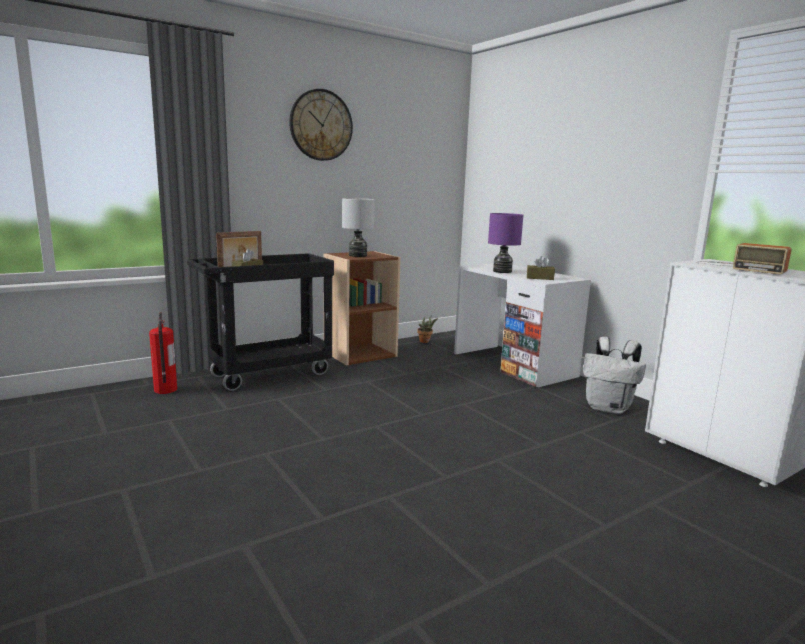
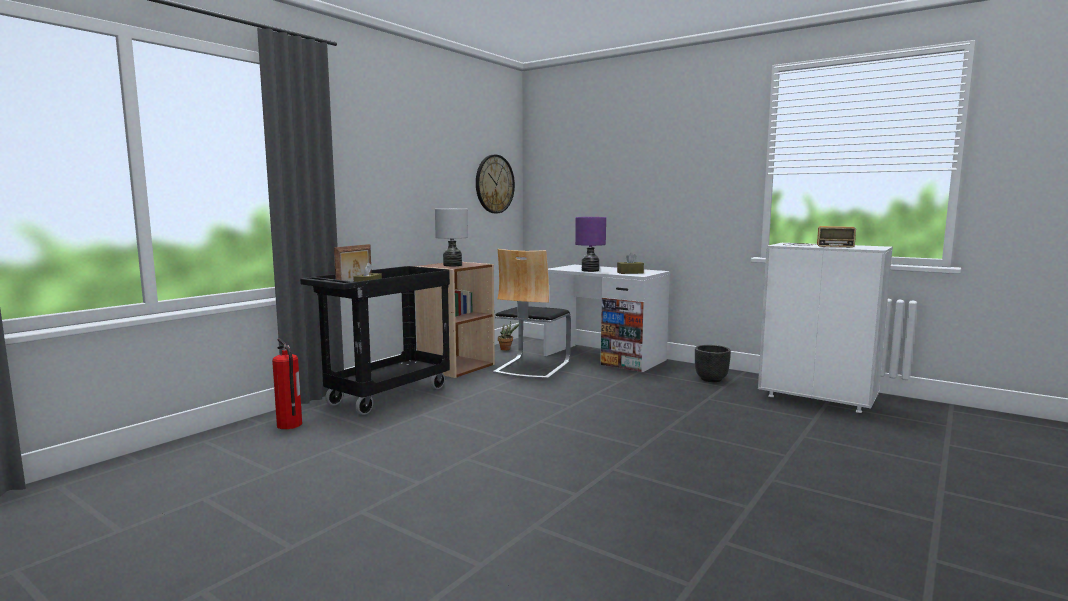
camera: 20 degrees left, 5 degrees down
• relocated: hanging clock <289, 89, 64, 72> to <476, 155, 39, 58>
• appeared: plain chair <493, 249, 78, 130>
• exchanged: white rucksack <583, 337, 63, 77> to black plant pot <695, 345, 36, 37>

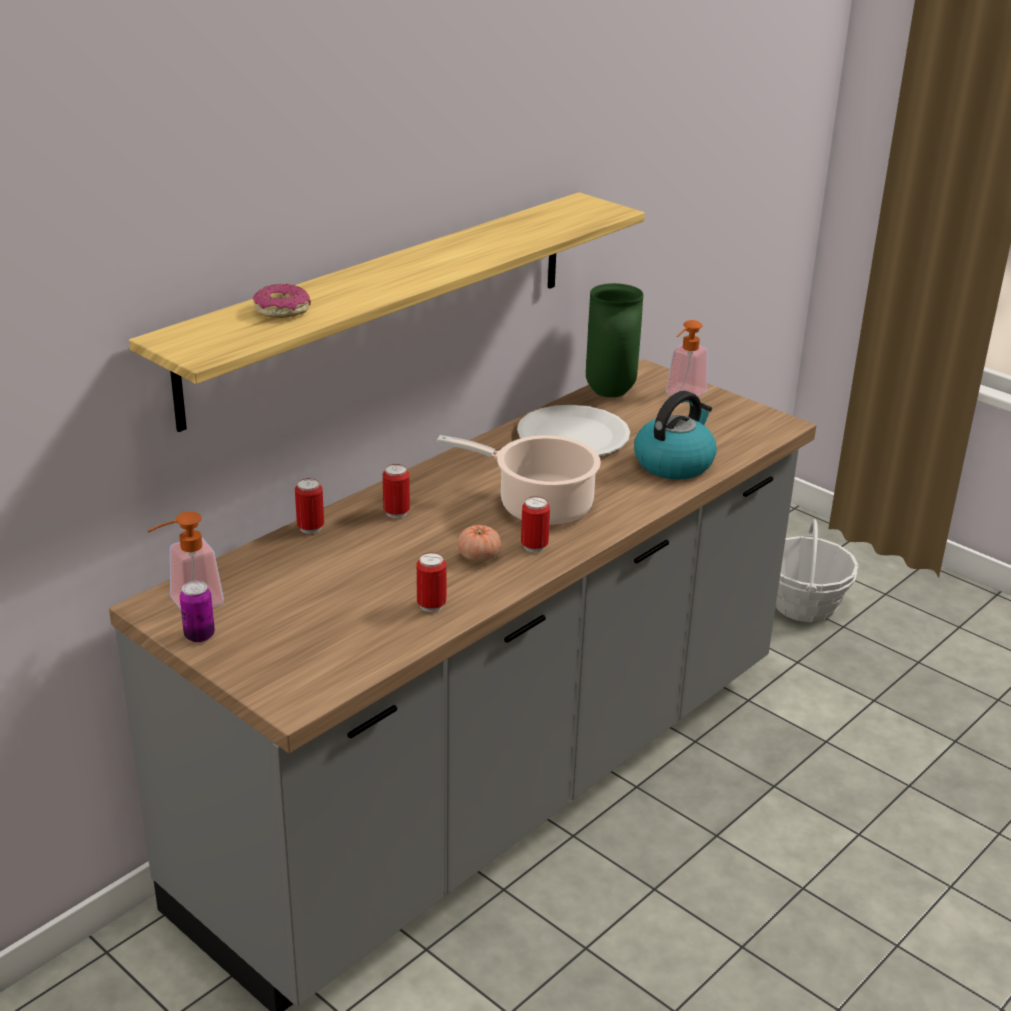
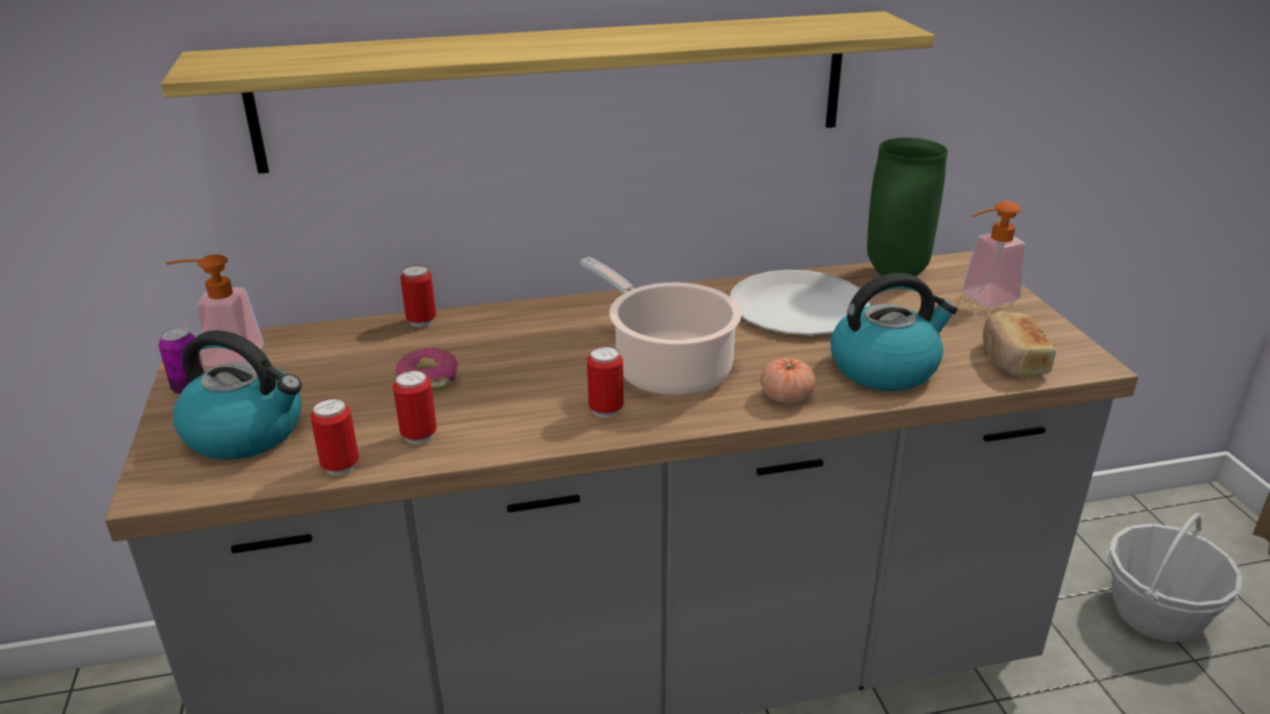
camera: 35 degrees right, 0 degrees up
• appeared: water kettle <173, 330, 129, 130>
• relocated: metal can <383, 464, 27, 54> to <310, 398, 49, 77>
• relocated: ring doughnut <253, 284, 58, 34> to <396, 348, 62, 42>
• relocated: fresh tomato <457, 525, 44, 37> to <760, 358, 56, 45>
• appeared: bread <983, 311, 73, 67>

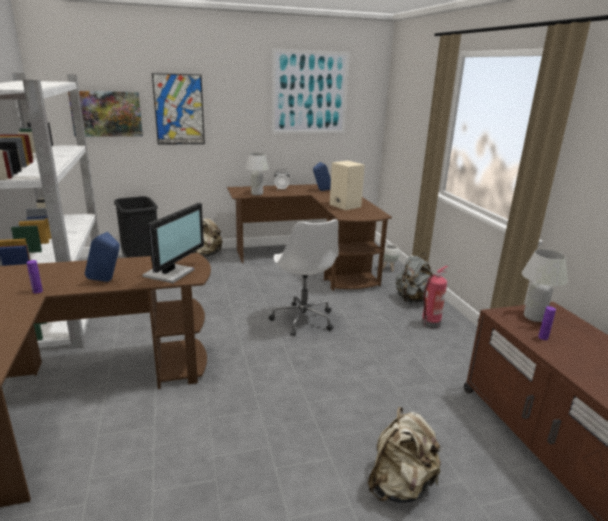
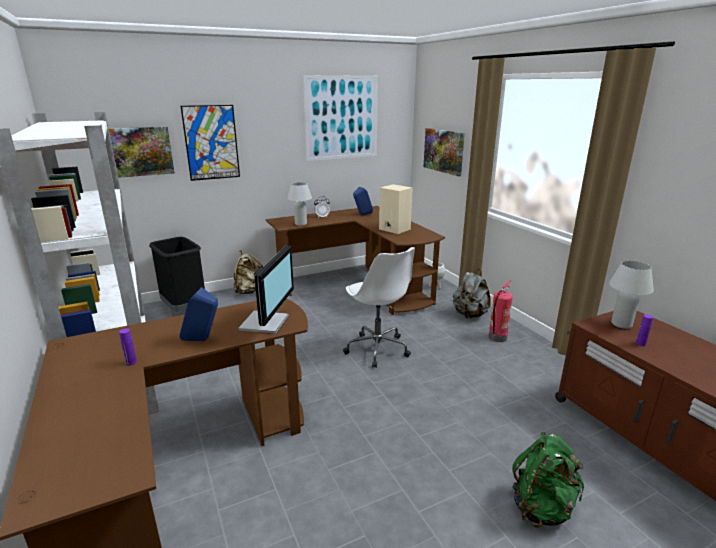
camera: 10 degrees left, 0 degrees up
• appeared: wall art <424, 128, 41, 48>
• colour: beige-coloured rucksack <368, 407, 75, 96> to greenish rucksack <512, 432, 72, 95>

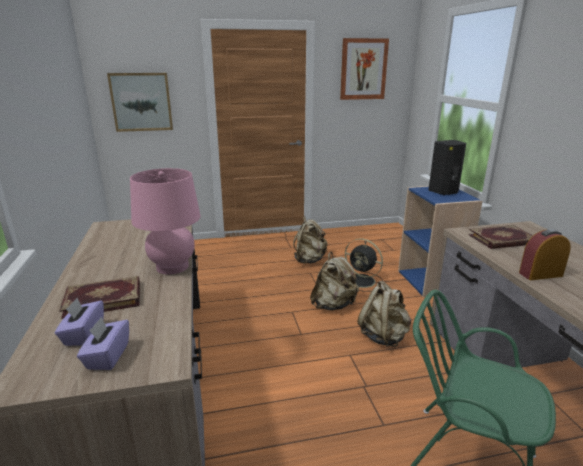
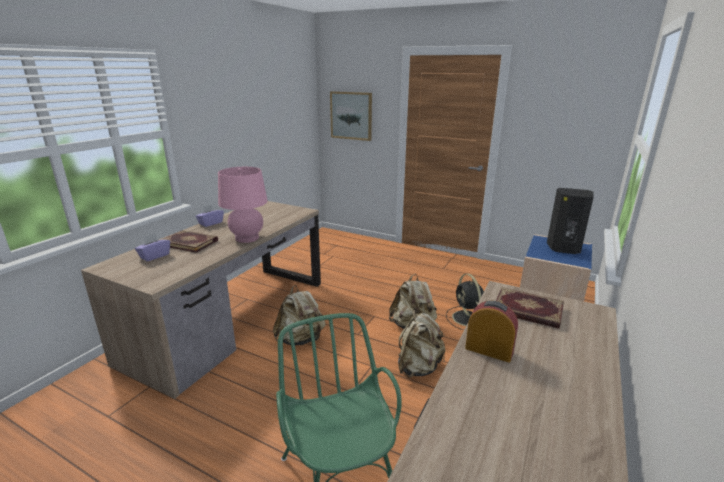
camera: 40 degrees right, 0 degrees up
• relocated: purple tissue box <77, 317, 52, 53> to <196, 205, 28, 22>
• relocated: beige-coloured rucksack <293, 216, 35, 48> to <273, 285, 53, 60>
• missing: wall art <340, 38, 49, 62>

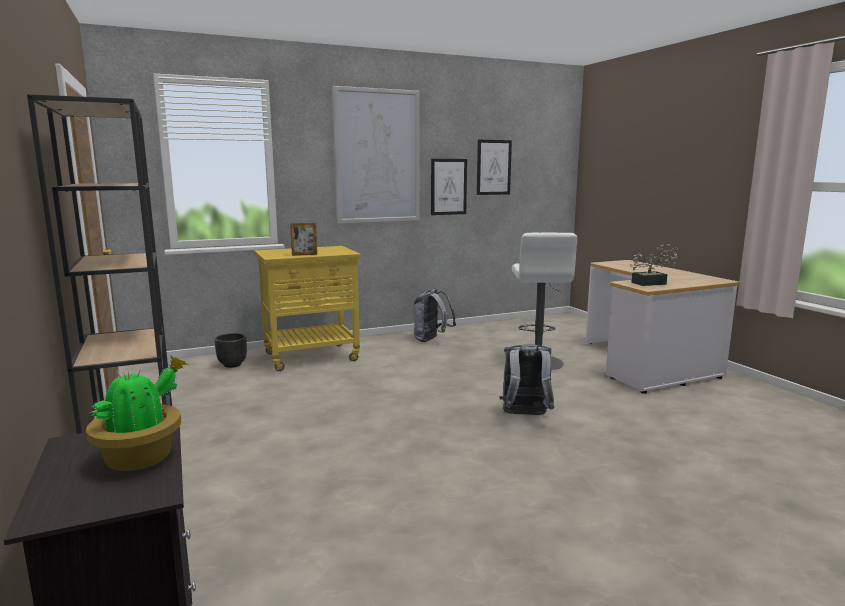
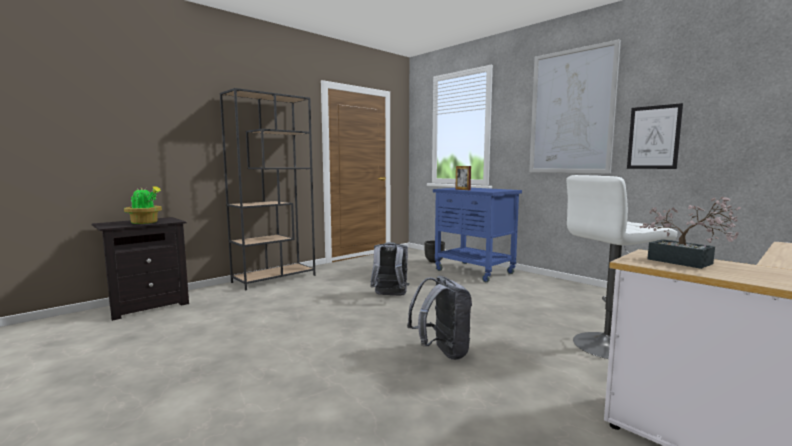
camera: 70 degrees right, 5 degrees down
• relocated: gray rucksack <413, 288, 43, 54> to <370, 242, 39, 54>
• colour: yellow-coloured cart <255, 246, 106, 125> to bluish cart <433, 188, 89, 94>
• missing: wall art <477, 140, 35, 55>

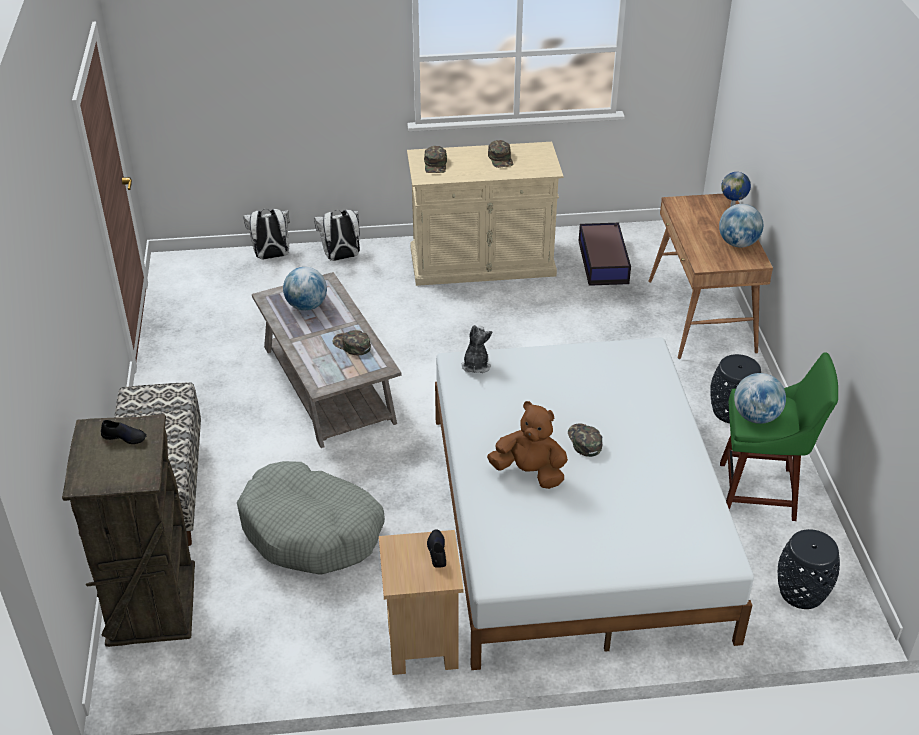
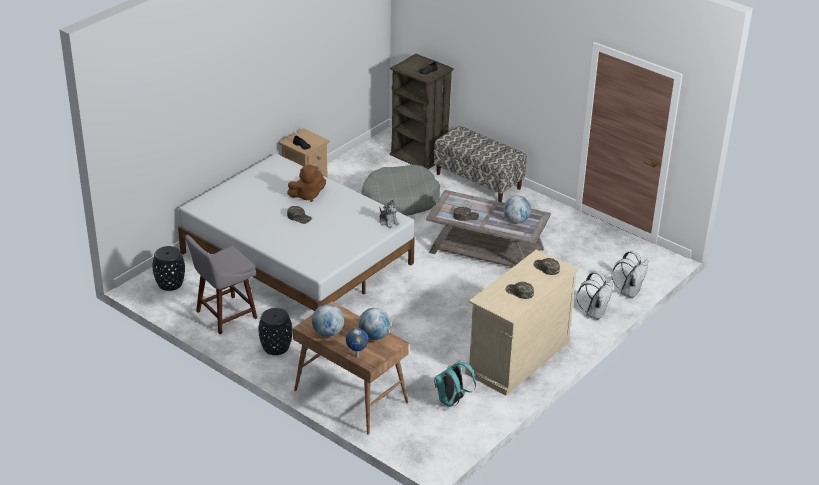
camera: 135 degrees right, 5 degrees down
• colour: greenish stool seat <720, 352, 118, 169> to gray stool seat <185, 235, 72, 99>
• relocated: world globe <734, 373, 52, 51> to <358, 308, 33, 32>
• exchanged: storage bin <579, 223, 52, 63> to turquoise rucksack <434, 361, 42, 46>

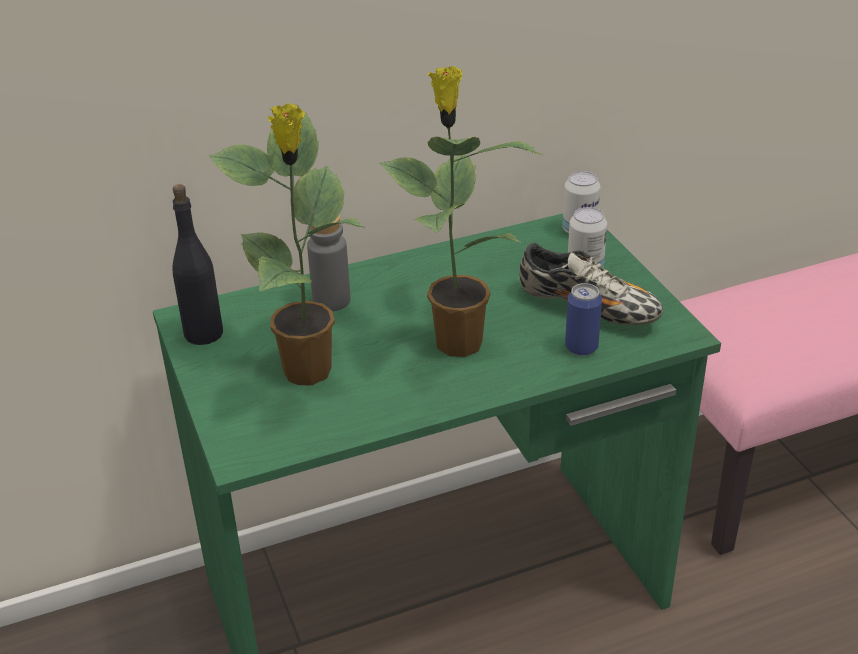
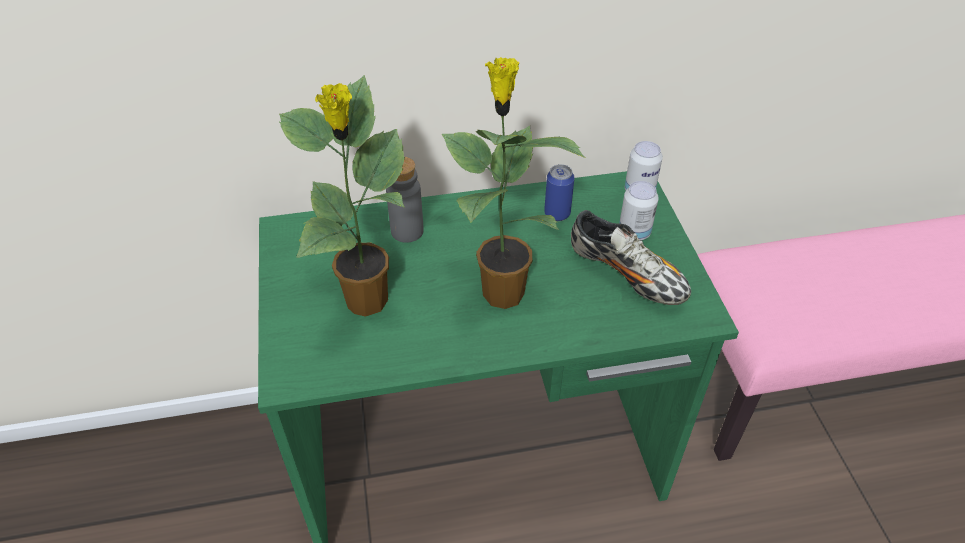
camera: 10 degrees right, 10 degrees up
• relocated: metal can <565, 283, 37, 73> to <544, 164, 31, 57>
• missing: black beverage bottle <173, 184, 50, 161>

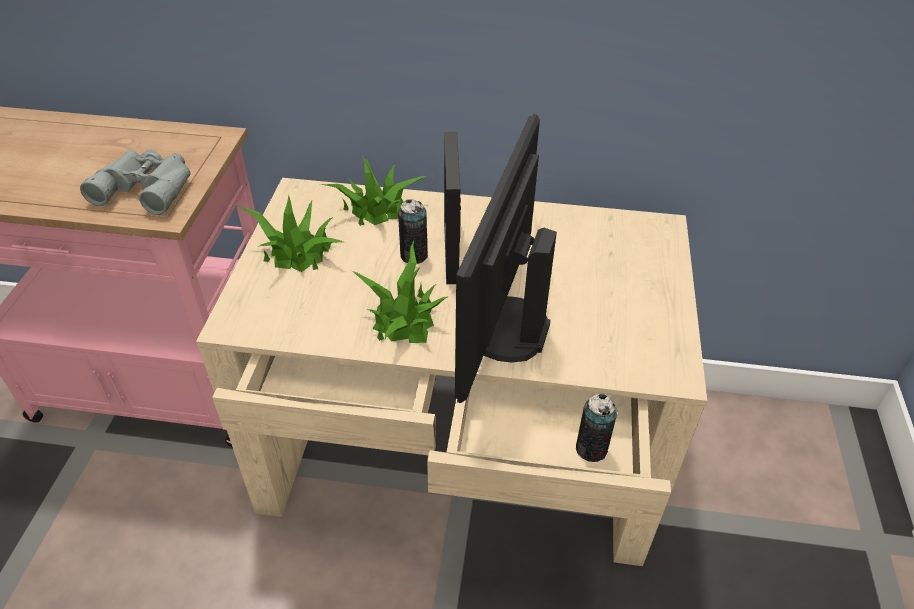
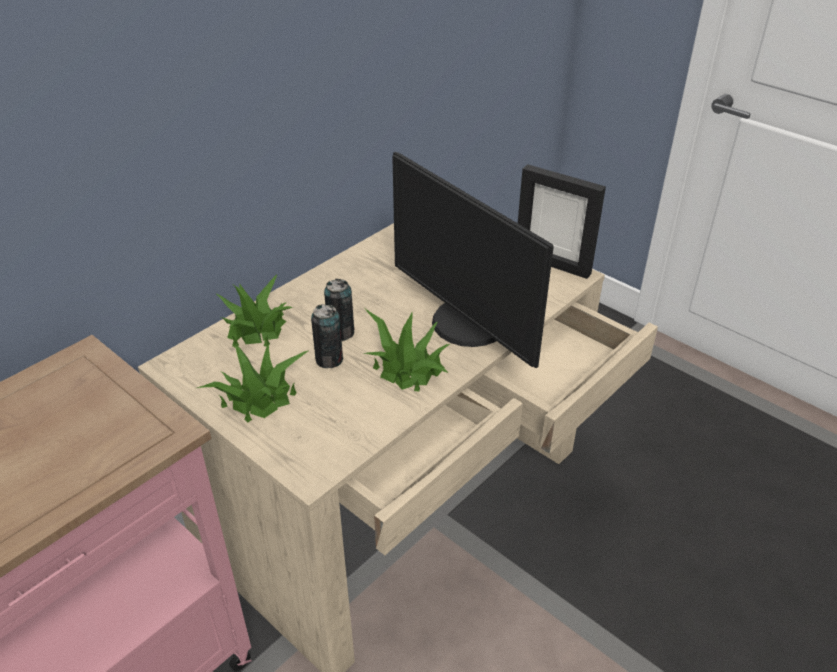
camera: 55 degrees left, 5 degrees down
• relocated: metal can <576, 394, 41, 68> to <311, 304, 32, 64>
• relocated: picture frame <444, 132, 17, 152> to <518, 164, 88, 115>
• missing: gray field glasses <80, 150, 111, 65>

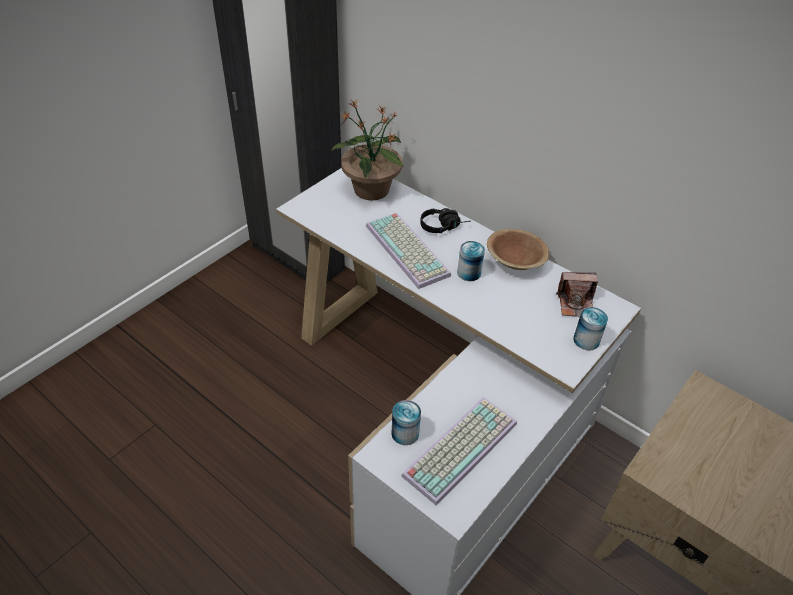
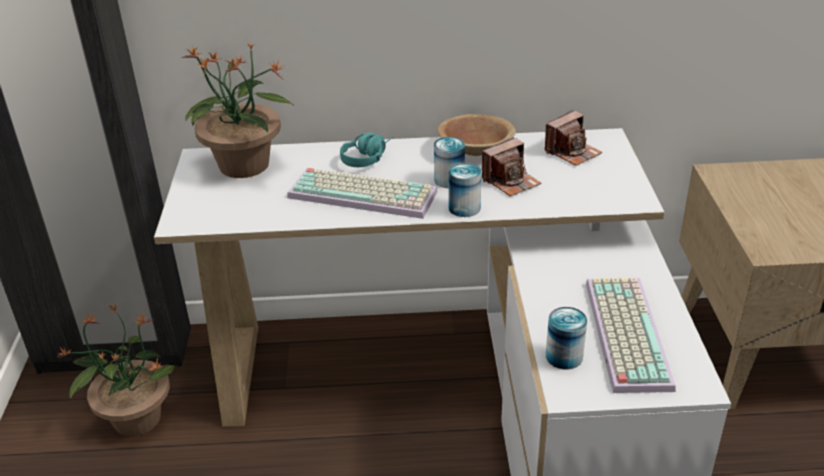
camera: 40 degrees left, 10 degrees down
• appeared: potted plant <57, 304, 118, 132>
• colour: black headset <420, 208, 50, 25> to turquoise headset <340, 132, 55, 35>
• relocated: metal can <573, 307, 35, 43> to <448, 163, 33, 54>
• appeared: photo camera <482, 137, 59, 60>

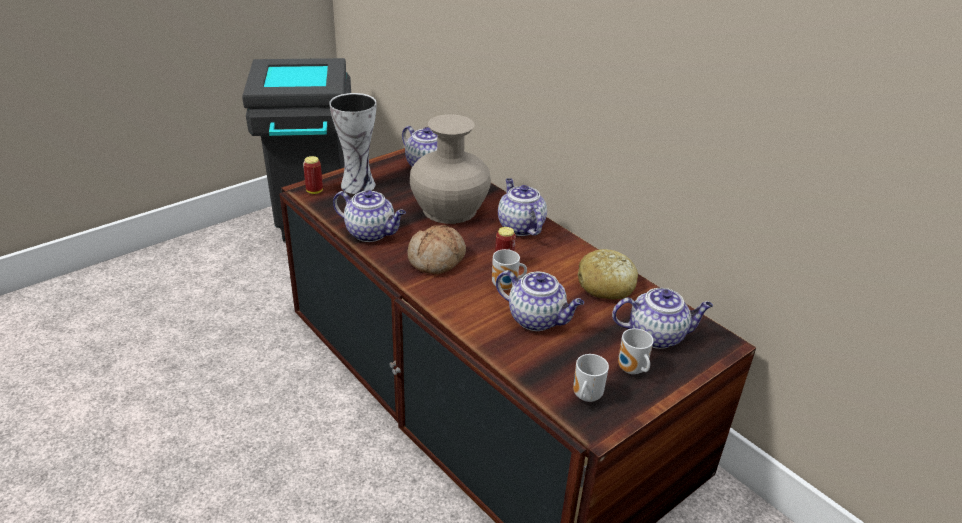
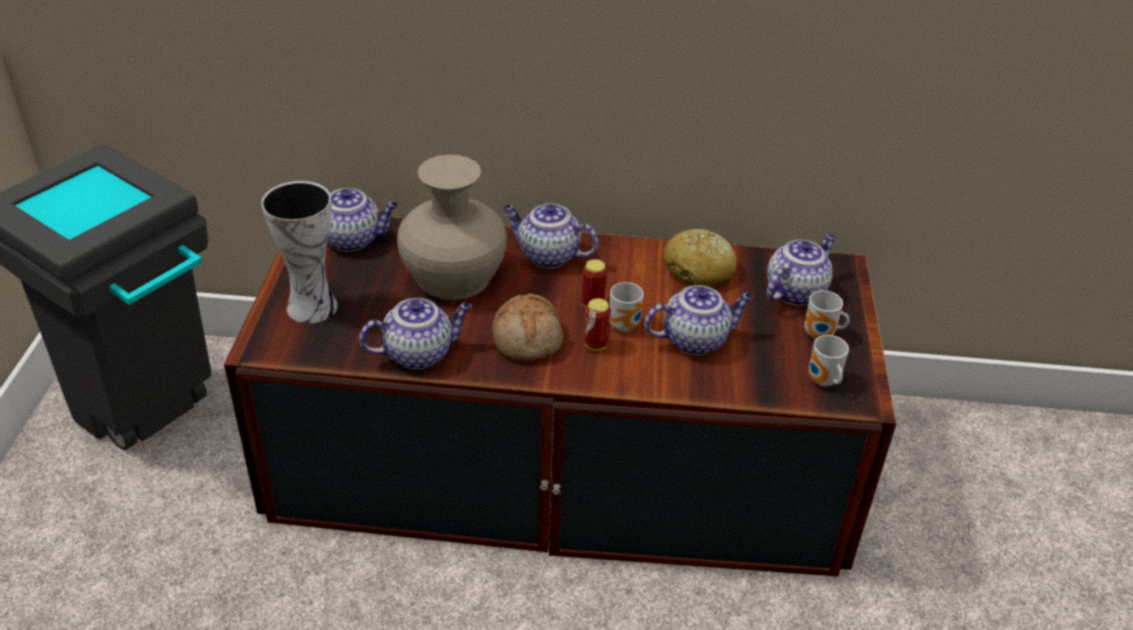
camera: 45 degrees left, 5 degrees up
• relocated: metal can <303, 156, 20, 38> to <584, 298, 27, 53>

